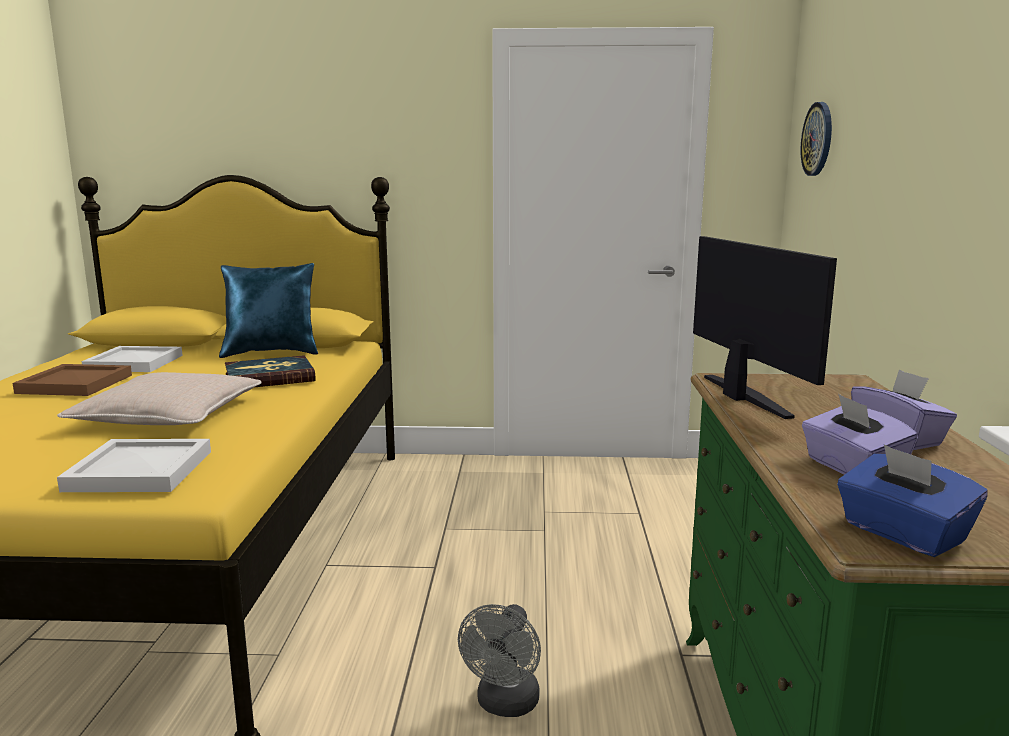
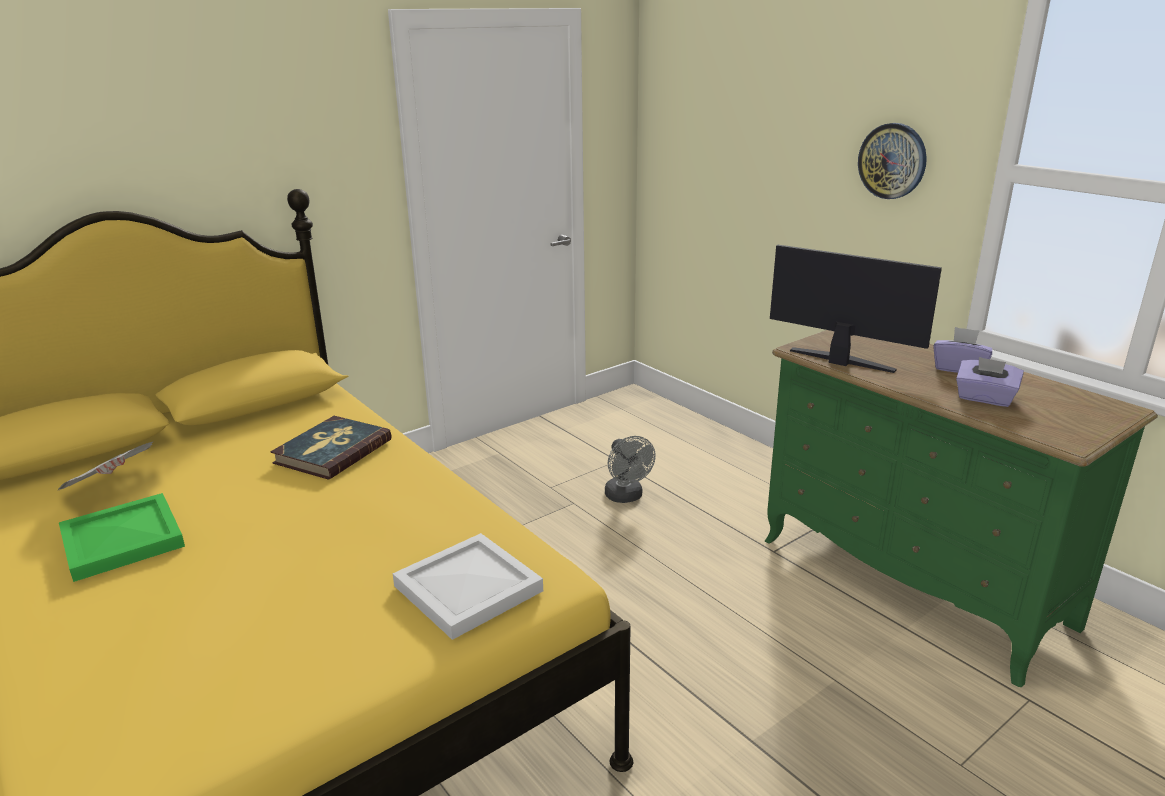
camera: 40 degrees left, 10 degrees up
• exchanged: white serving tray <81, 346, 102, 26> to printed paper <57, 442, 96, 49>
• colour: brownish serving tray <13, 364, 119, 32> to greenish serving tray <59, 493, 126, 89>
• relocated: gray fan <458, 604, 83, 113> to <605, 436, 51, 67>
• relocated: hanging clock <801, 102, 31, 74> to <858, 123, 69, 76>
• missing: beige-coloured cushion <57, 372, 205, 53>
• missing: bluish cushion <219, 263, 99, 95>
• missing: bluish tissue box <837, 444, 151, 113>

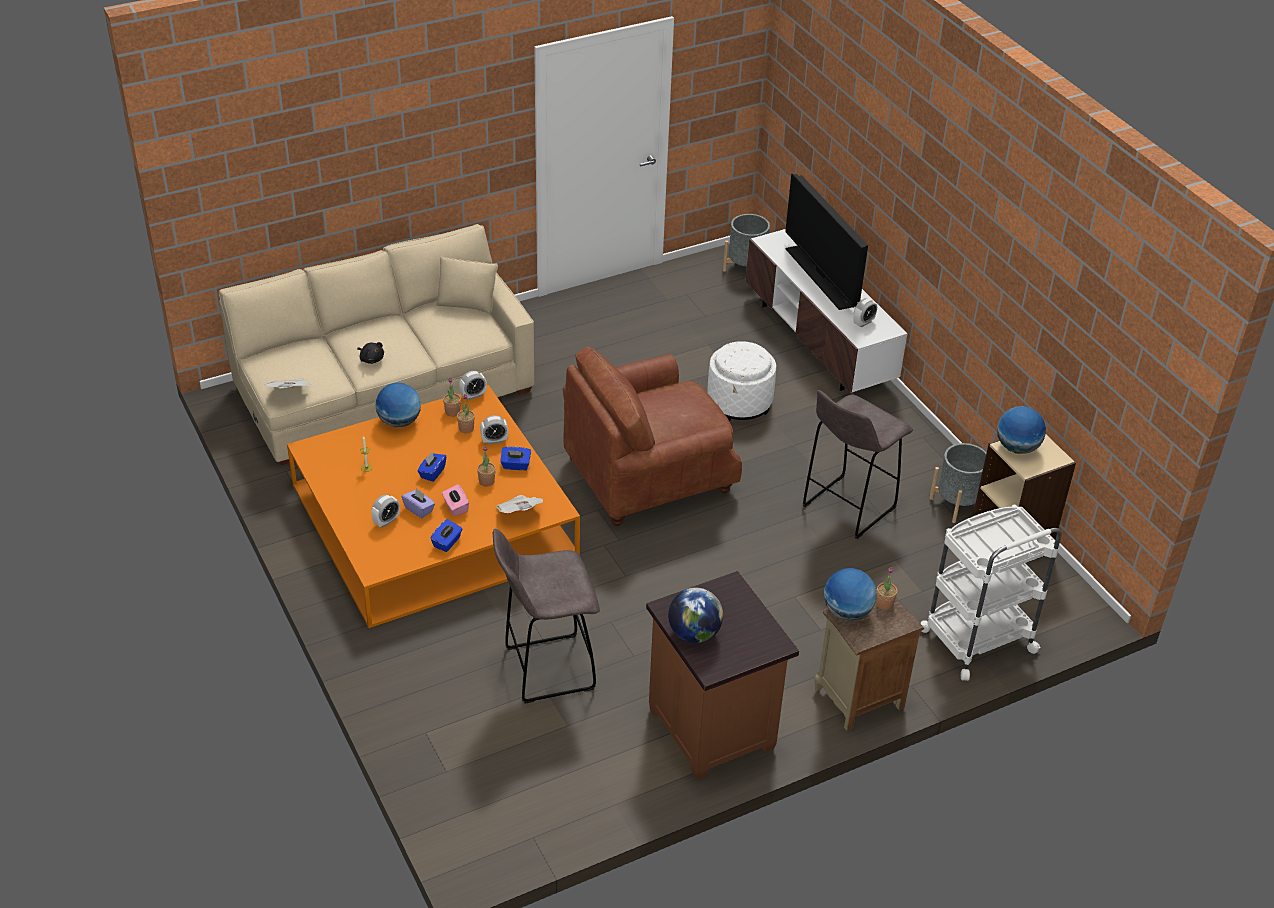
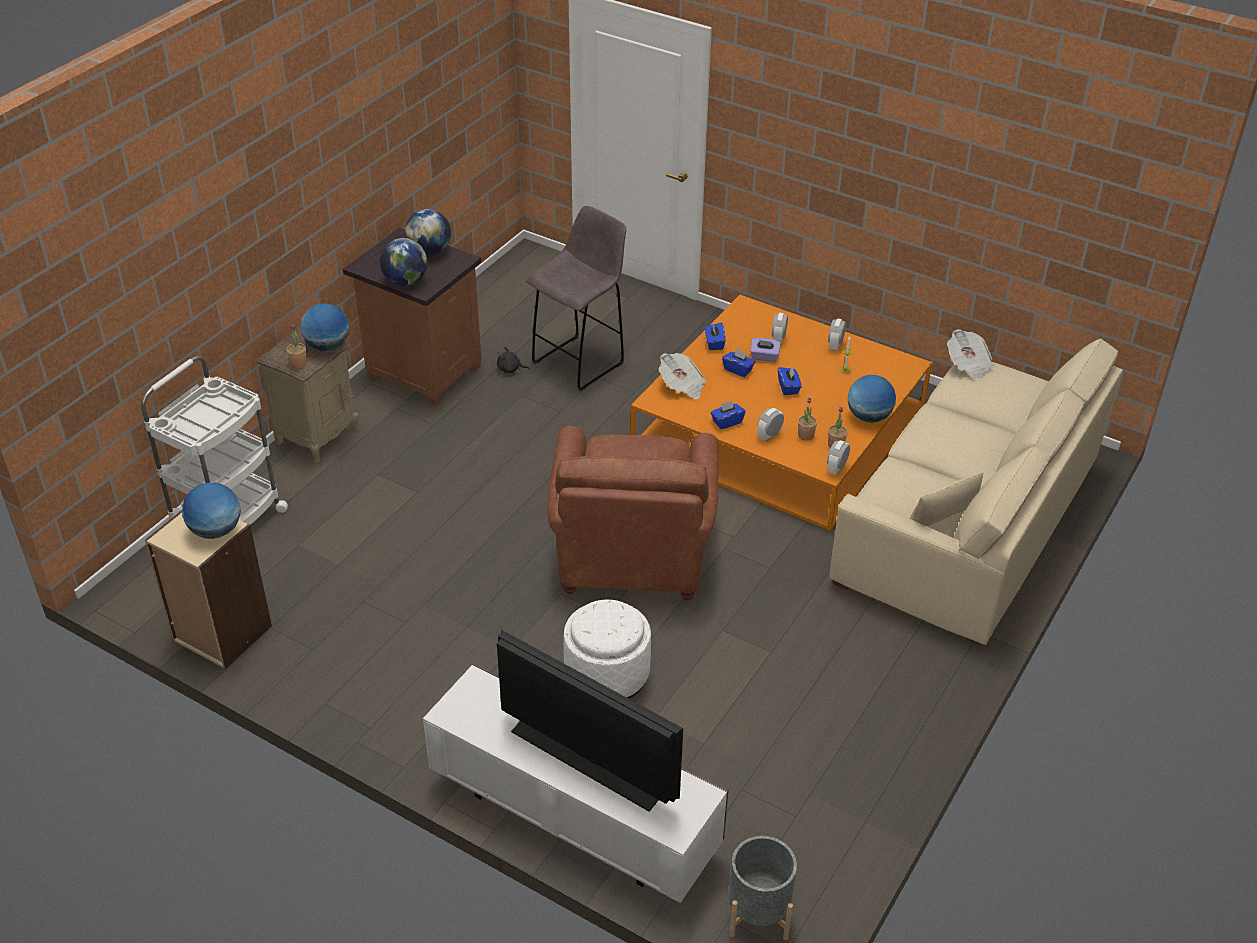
camera: 150 degrees right, 0 degrees up
• appeared: world globe <380, 238, 47, 48>
• relocated: black plush toy <357, 342, 27, 22> to <497, 347, 33, 26>
• spun: brownish lounge chair <563, 346, 179, 180> = <547, 426, 171, 174> 150 degrees clockwise
• colour: pink tissue box <442, 484, 27, 32> to bluish tissue box <722, 348, 33, 29>
• relocated: alarm clock <853, 298, 24, 30> to <828, 318, 18, 33>
• missing: potted plant <477, 446, 19, 41>
• missing: gray stool seat <803, 390, 110, 149>
• missing: gray plant pot <929, 443, 58, 80>

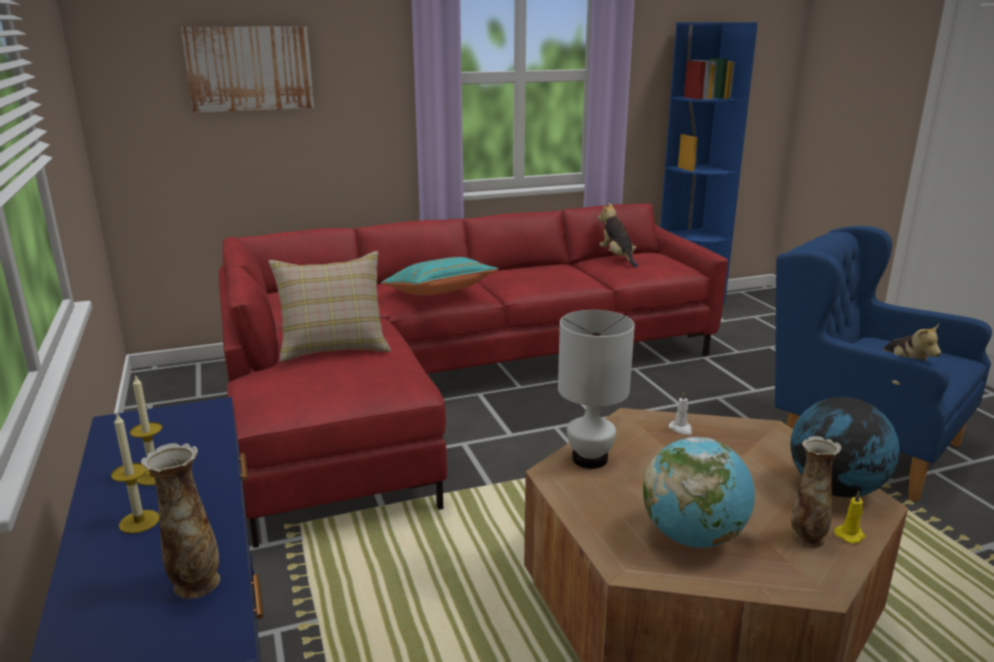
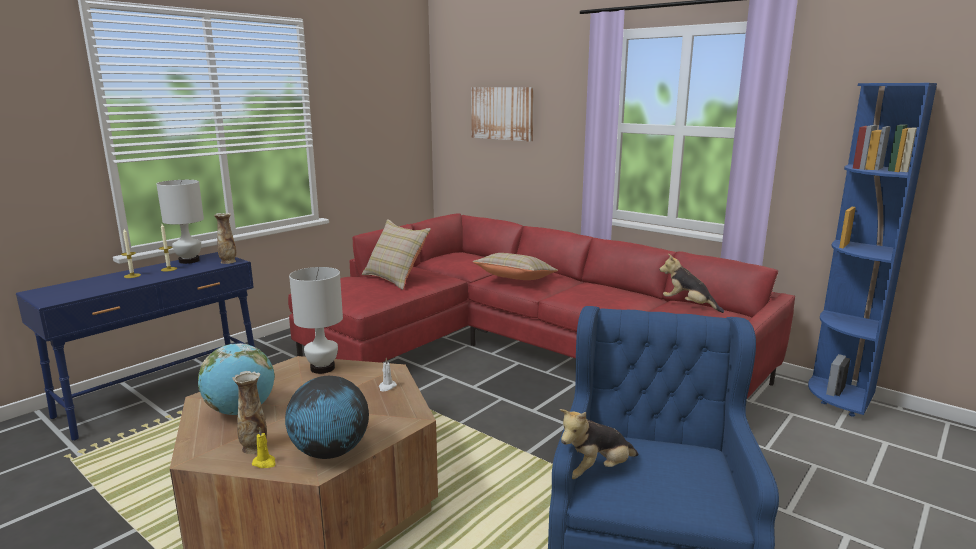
camera: 60 degrees right, 5 degrees down
• appeared: white tabletop lamp <156, 180, 48, 84>
• relocated: vase <141, 443, 79, 156> to <214, 213, 22, 51>
• colour: turquoise cushion <381, 257, 118, 38> to beige-coloured cushion <473, 253, 85, 27>
• spun: plush toy <598, 203, 40, 65> = <660, 254, 64, 59> 90 degrees counterclockwise

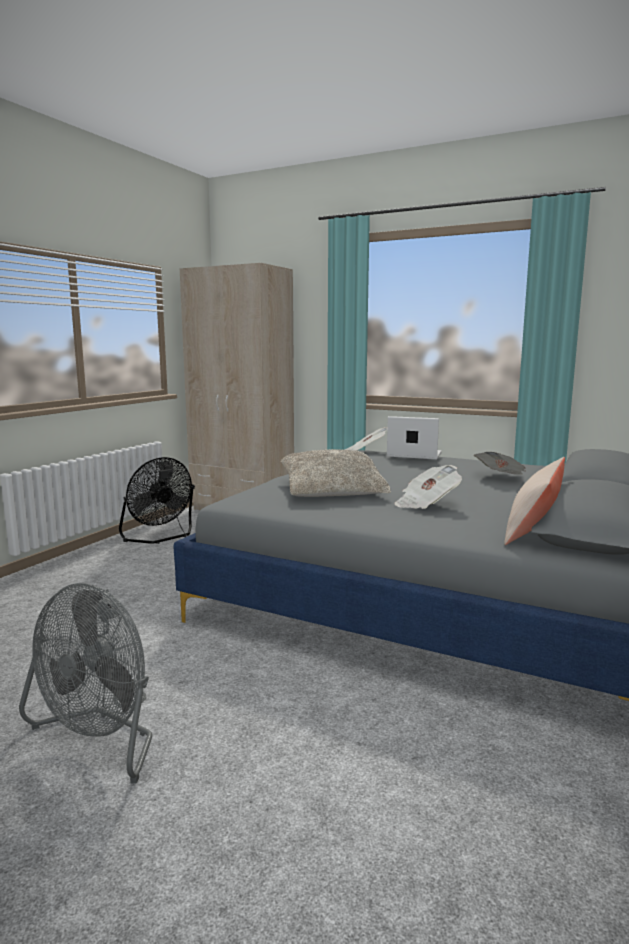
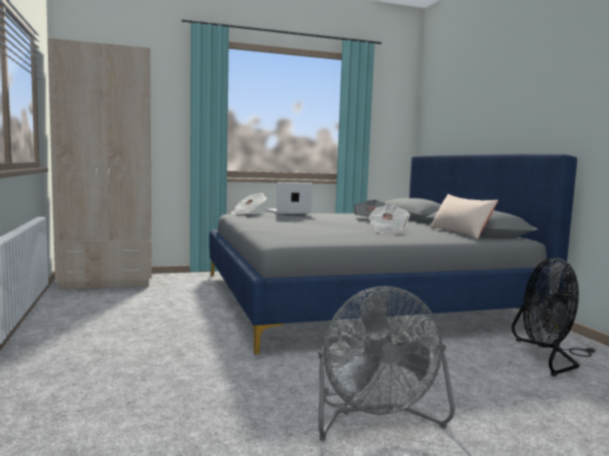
camera: 45 degrees left, 5 degrees down
• relocated: black fan <119, 457, 76, 87> to <512, 258, 83, 118>
• missing: beige-coloured cushion <281, 449, 110, 48>

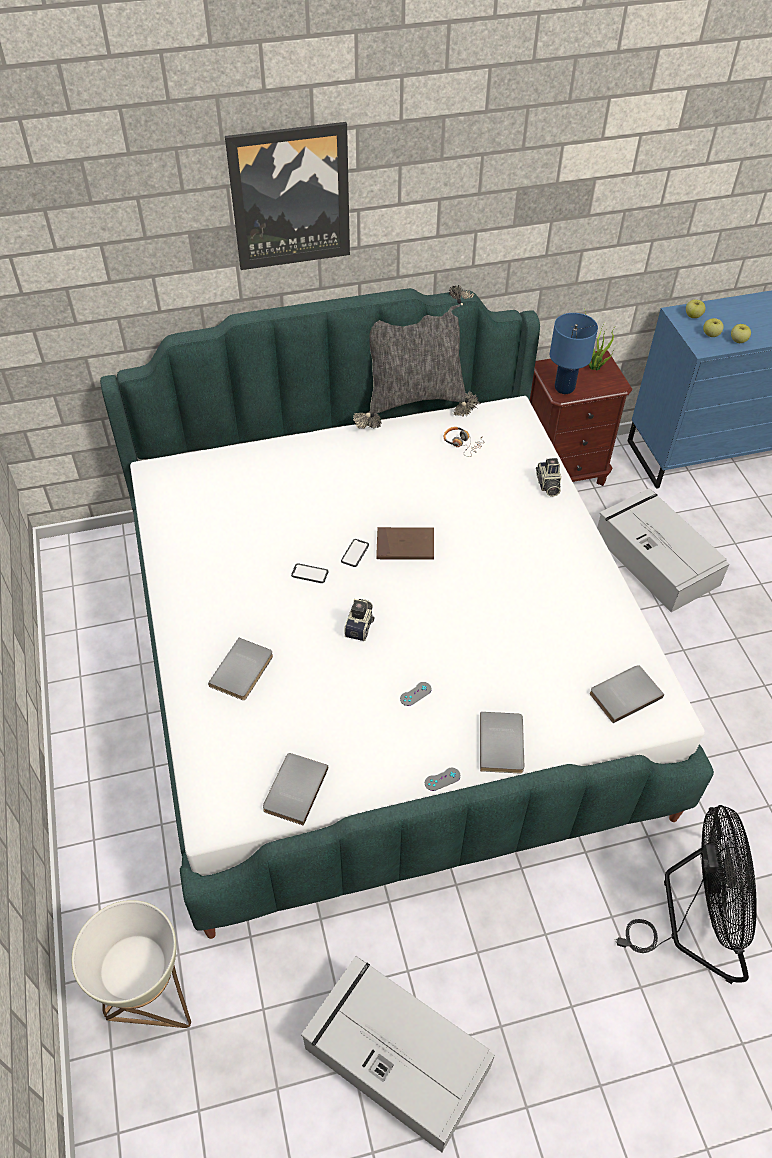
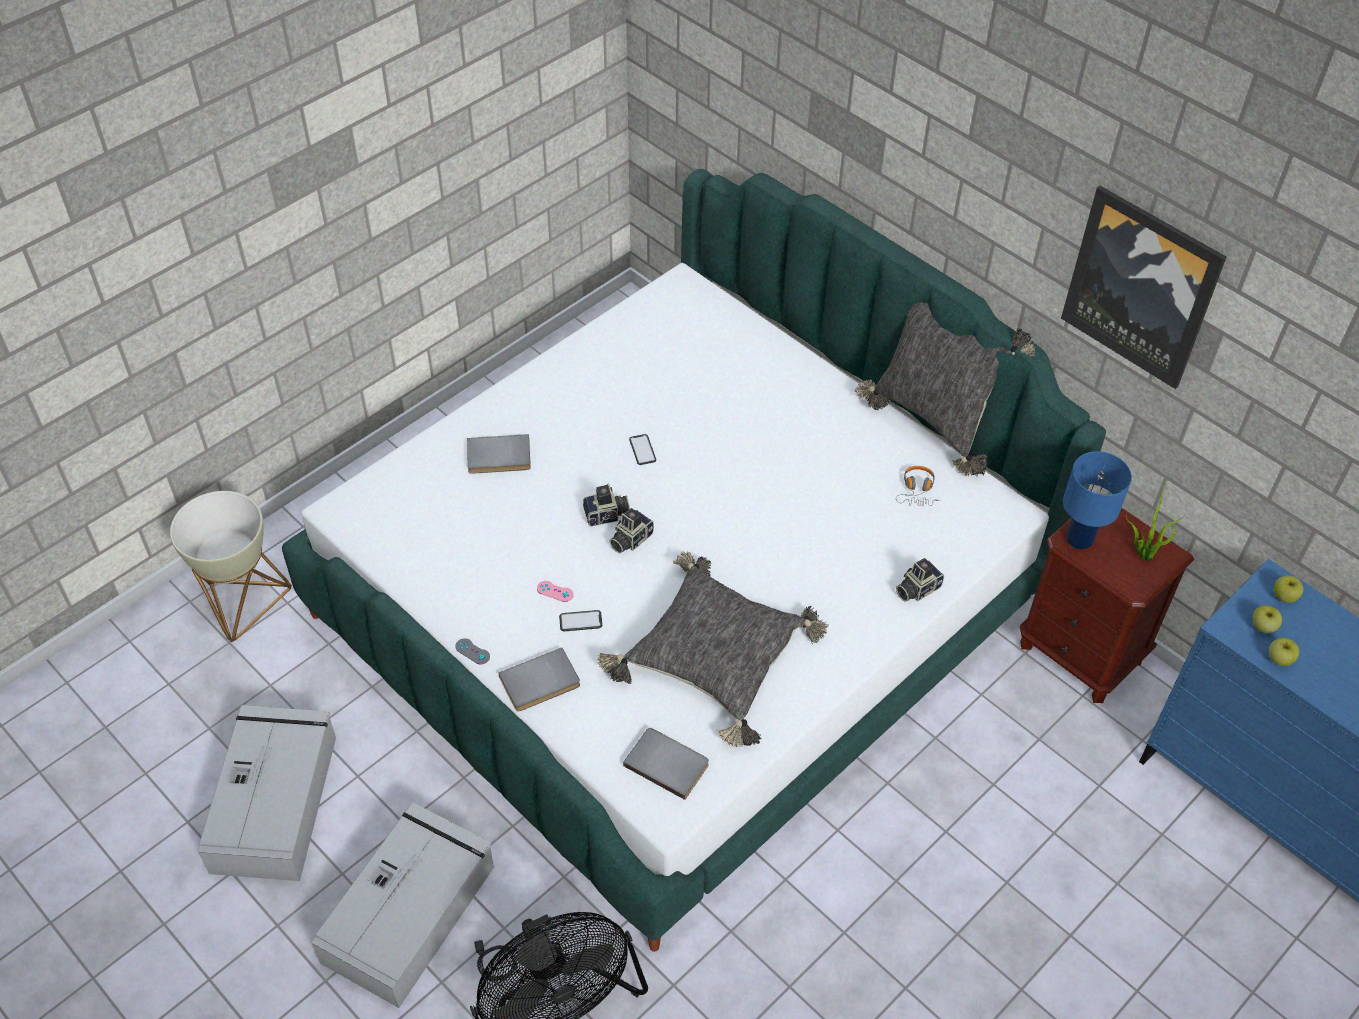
camera: 60 degrees right, 0 degrees up
• relocated: gray storage bin <597, 488, 132, 124> to <312, 802, 182, 206>
• colour: gray game controller <400, 682, 32, 24> to pink game controller <537, 581, 37, 21>
• relocated: telephone <341, 539, 28, 28> to <559, 610, 43, 21>
• appeared: cushion <598, 551, 231, 196>
• appeared: photo camera <609, 508, 45, 45>
• relocated: wall art <225, 122, 125, 148> to <1061, 186, 165, 203>
• missing: gray book <263, 753, 65, 73>
• missing: brownish book <376, 527, 58, 33>

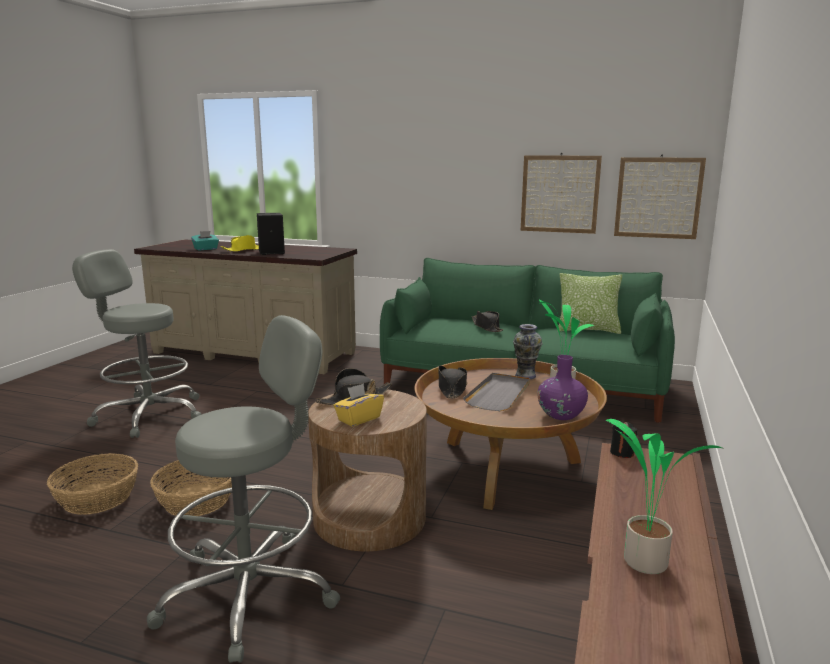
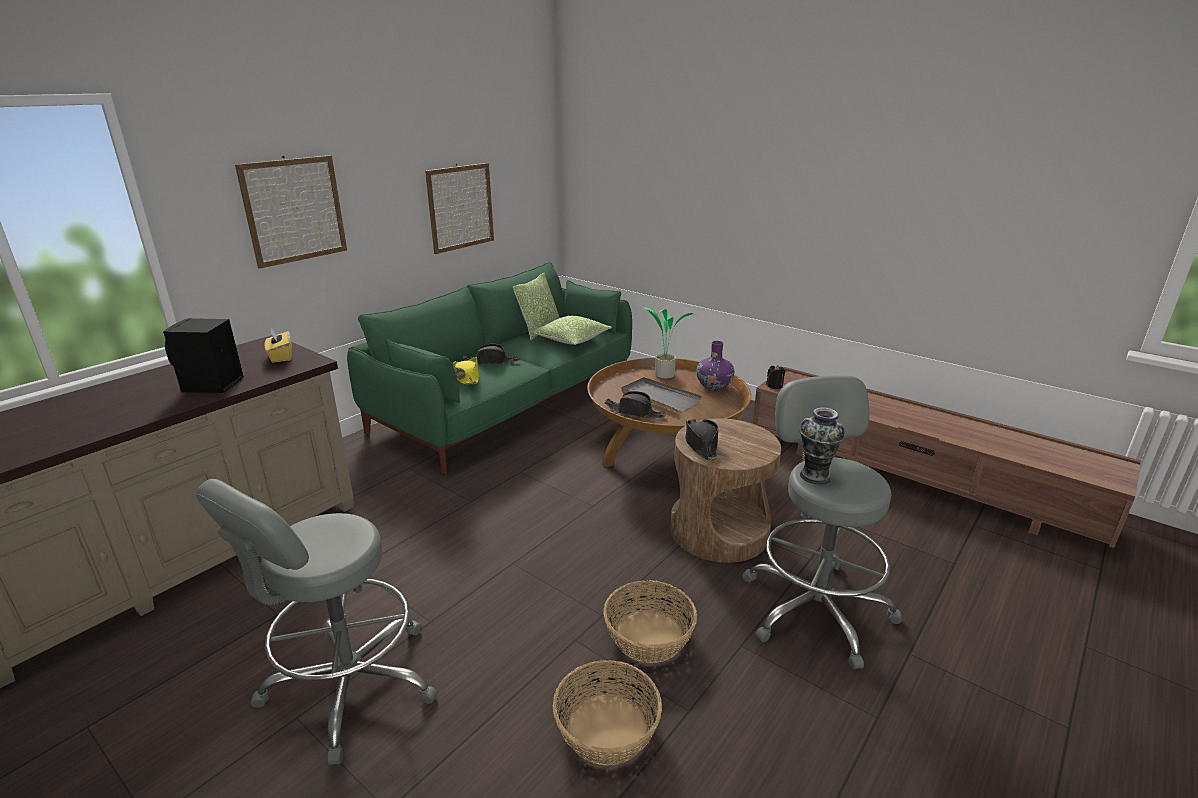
camera: 70 degrees left, 10 degrees up
• relocated: wall art <614, 155, 92, 84> to <235, 155, 112, 114>
• relocated: yellow-coloured tissue box <333, 383, 51, 44> to <265, 329, 27, 34>
• relocated: yellow-coloured wearable hat <221, 235, 38, 17> to <453, 357, 26, 28>
• appeared: cushion <531, 316, 81, 29>
• relocated: vase <513, 324, 29, 55> to <800, 407, 45, 77>
• missing: turquoise tissue box <191, 231, 28, 19>
• missing: potted plant <606, 419, 118, 155>

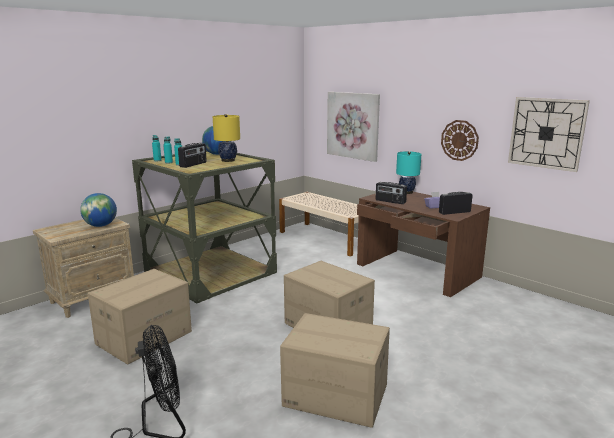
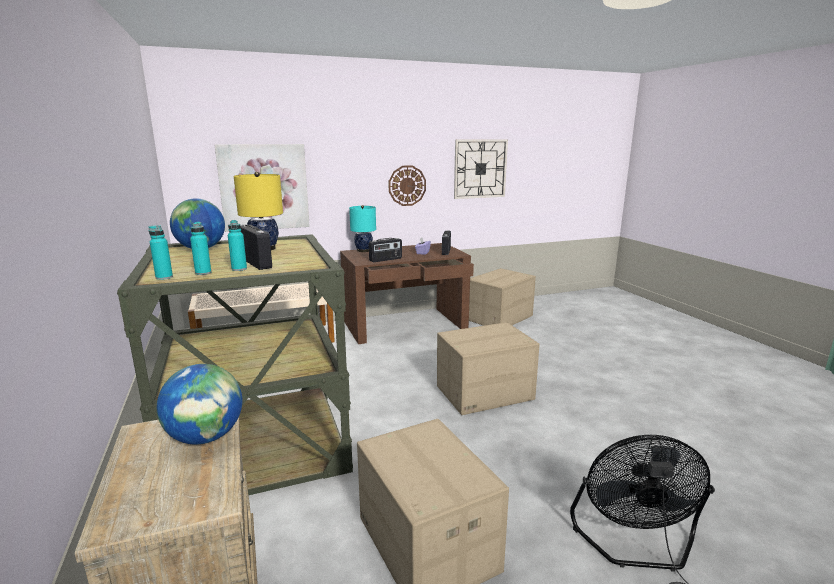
camera: 65 degrees left, 0 degrees up
• relocated: packing box <280, 313, 110, 115> to <469, 268, 67, 58>

